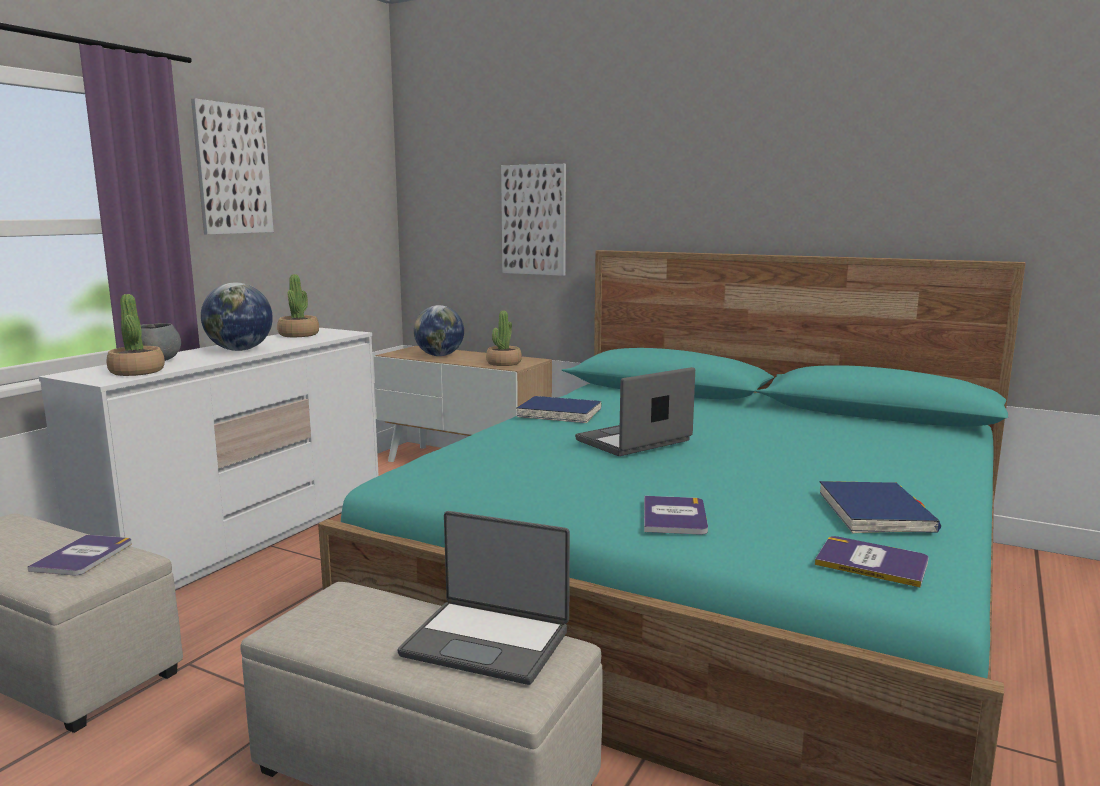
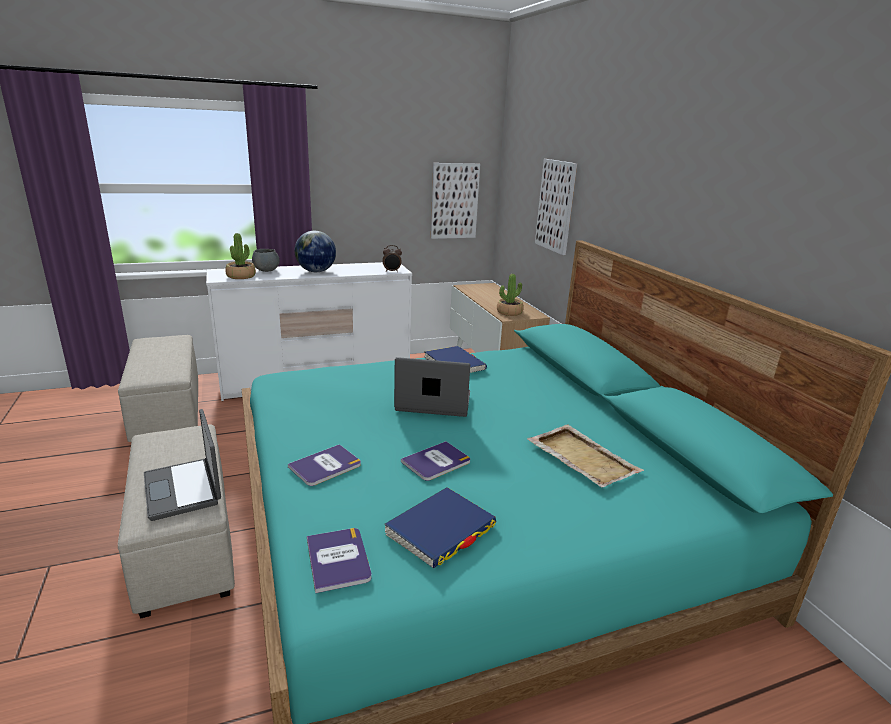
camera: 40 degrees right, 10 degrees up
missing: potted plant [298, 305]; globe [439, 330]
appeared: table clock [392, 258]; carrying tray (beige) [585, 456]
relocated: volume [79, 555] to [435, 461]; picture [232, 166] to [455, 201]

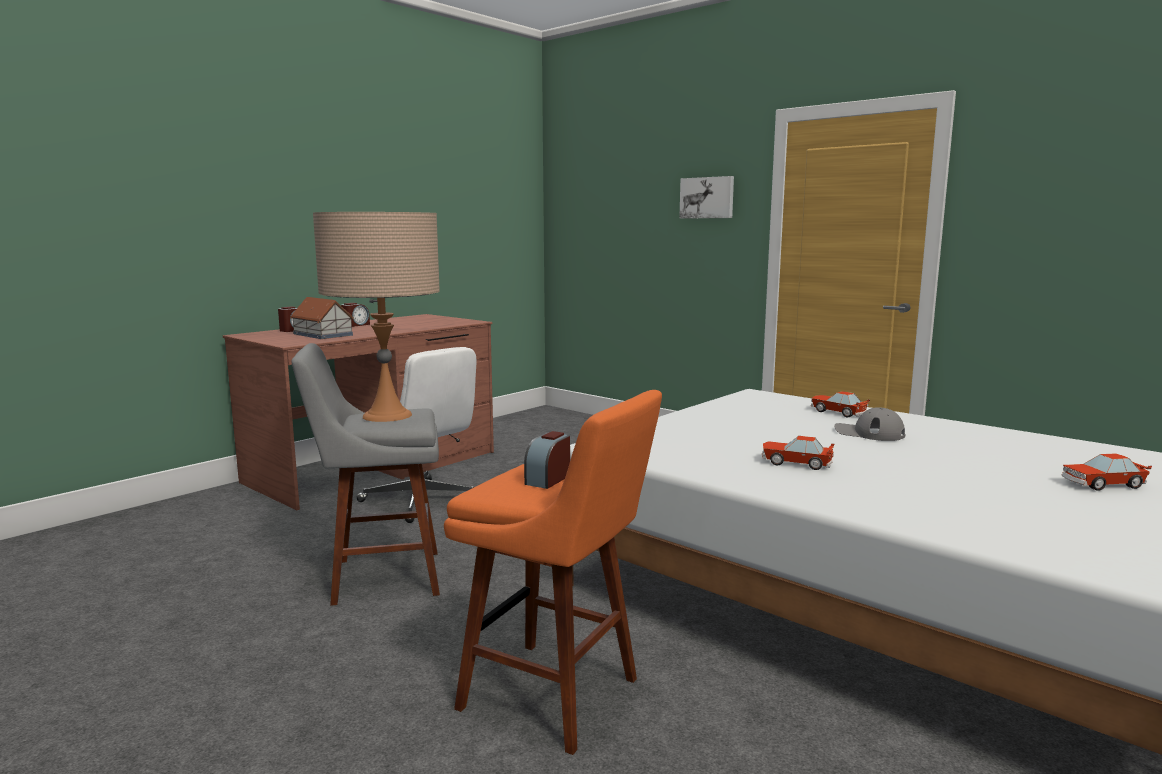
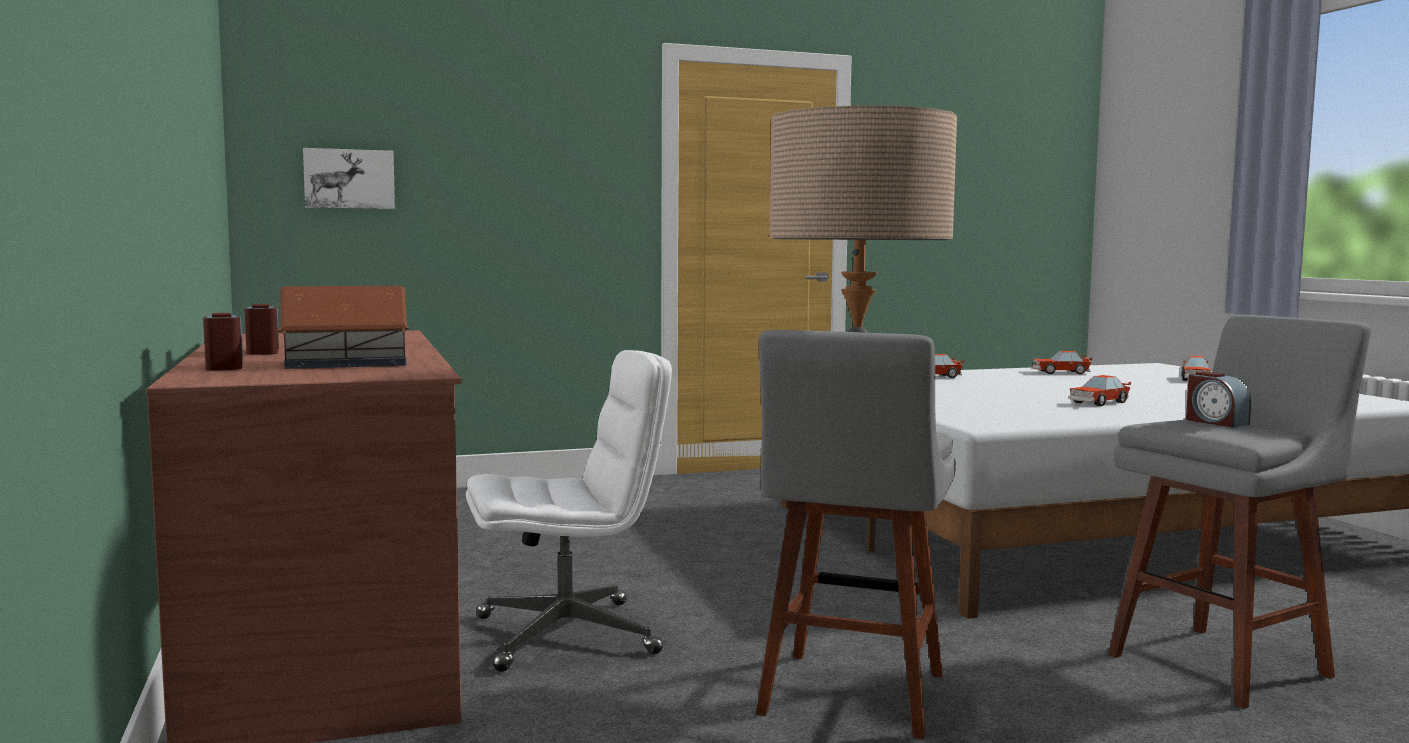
camera: 60 degrees left, 5 degrees down
missing: baseball cap (grey) [870, 424]
appeared: model car [1062, 362]
relocated: picture [706, 197] to [349, 178]
colour: sitting stool (orange-coloured) [553, 572] to sitting stool (grey) [1239, 512]

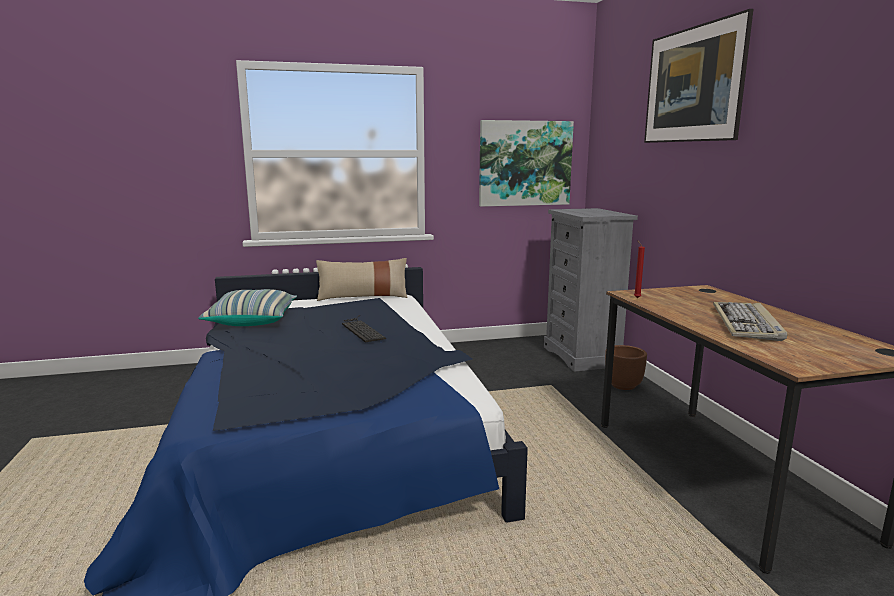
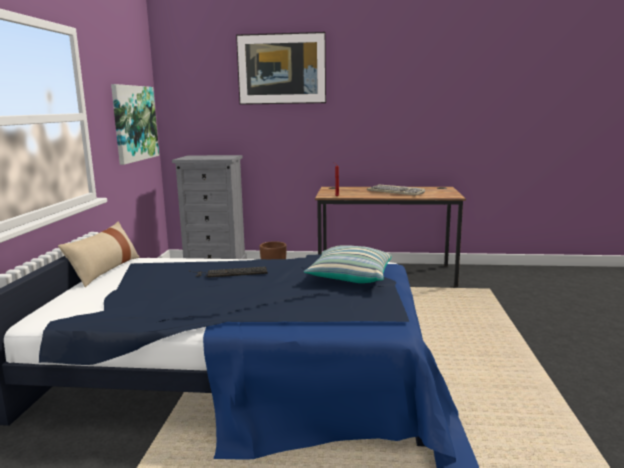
camera: 70 degrees left, 0 degrees up
relocated: pillow [247, 307] to [348, 264]

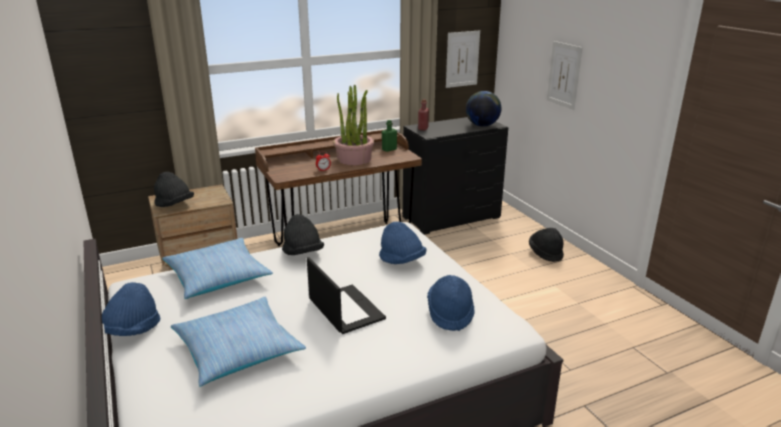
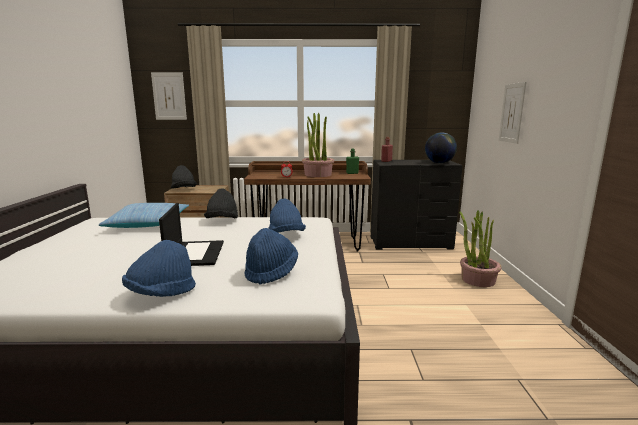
camera: 25 degrees right, 10 degrees down
missing: pillow [238, 342]
relocated: wearable hat (bluish) [131, 309] to [159, 268]; picture [463, 59] to [169, 96]
exchanged: wearable hat (blackish) [546, 245] to potted plant [480, 248]

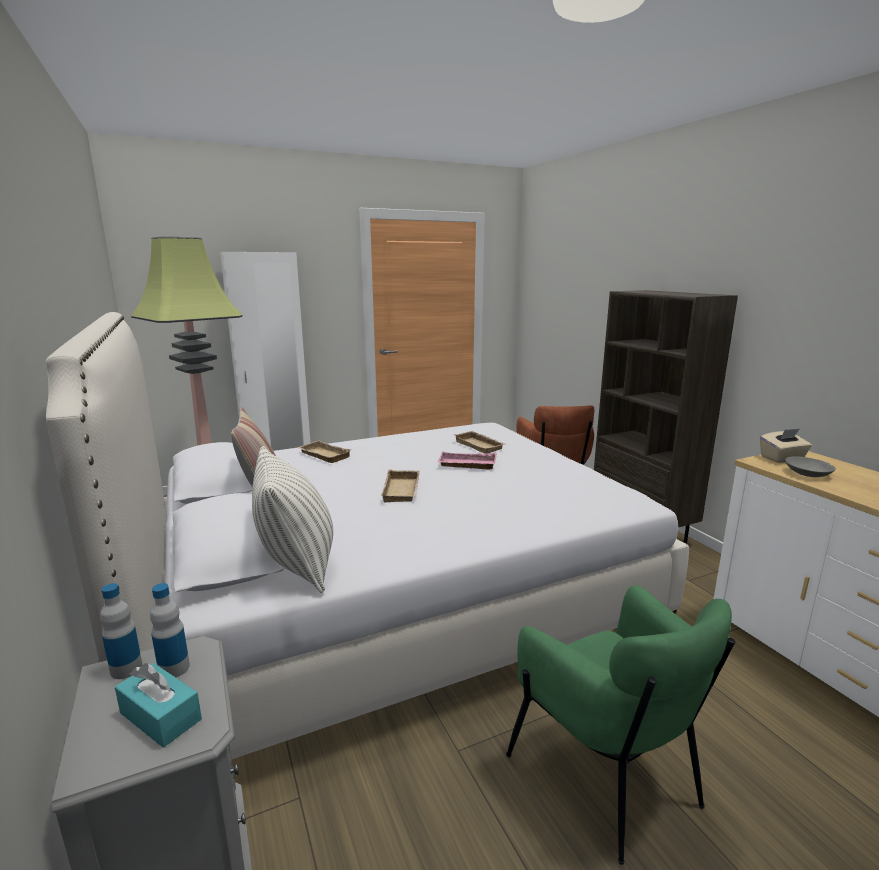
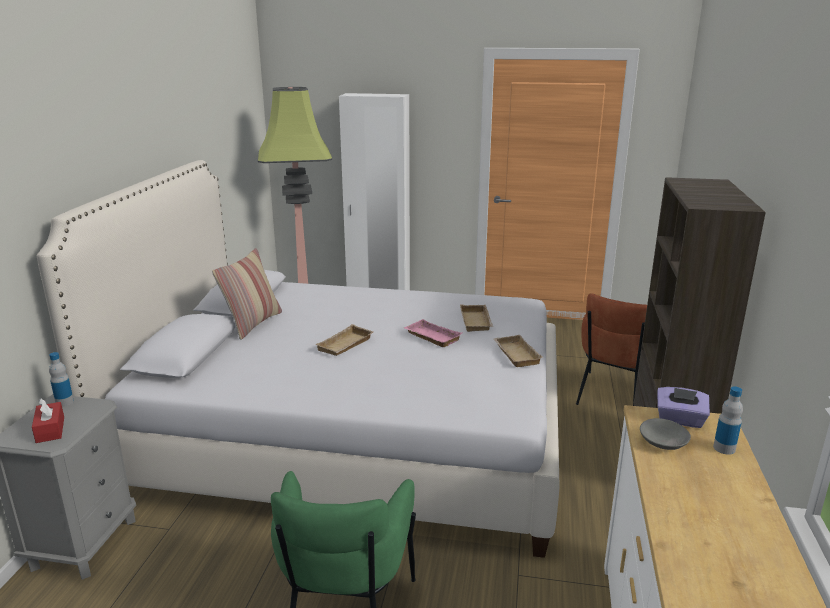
camera: 35 degrees right, 5 degrees up
missing: pillow [292, 519]
relocated: carrying tray (beige) [324, 451] to [518, 351]; beverage bottle [170, 630] to [728, 420]
colour: box of tissues (blue-green) [158, 705] to box of tissues (red-coloured) [48, 420]; box of tissues (beige) [786, 446] to box of tissues (purple-coloured) [683, 407]

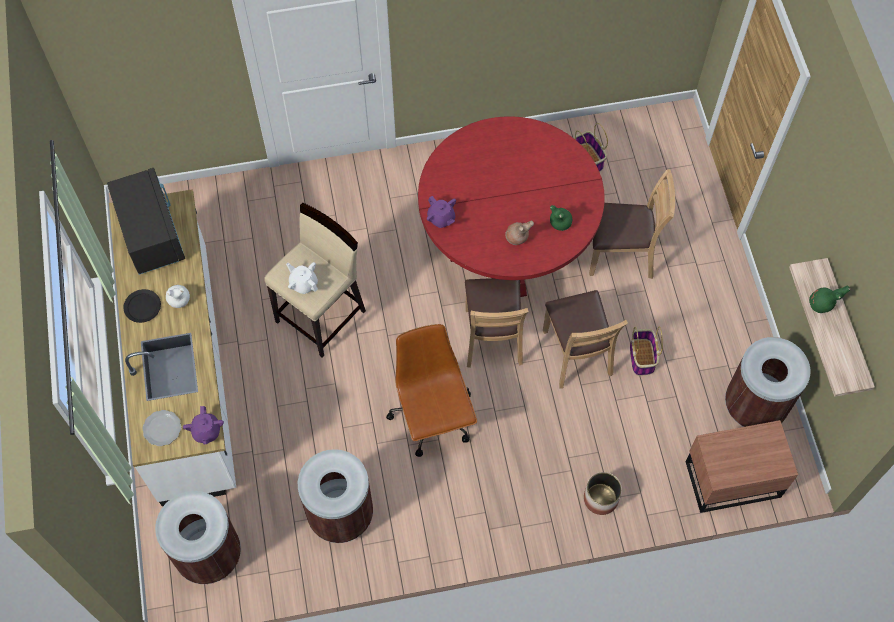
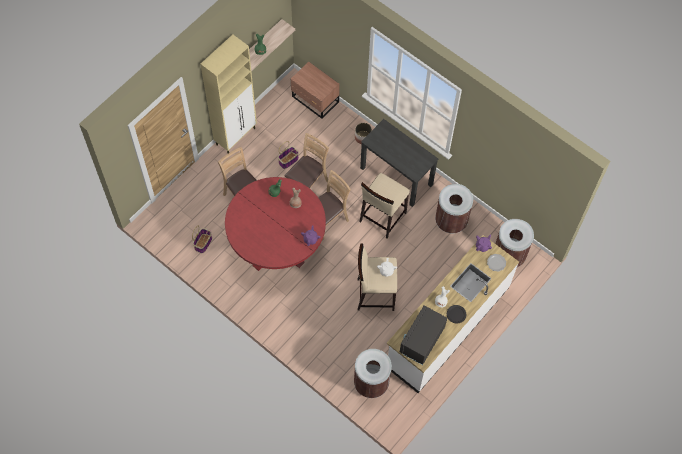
camera: 130 degrees left, 0 degrees up
appeared: cupboard (beige) [228, 94]; desk unit (blackish) [399, 163]
relocated: trash can (brown-coloured) [767, 382] to [373, 373]
exchanged: desk chair (brown-coloured) [431, 390] to sitting stool (beige) [385, 206]

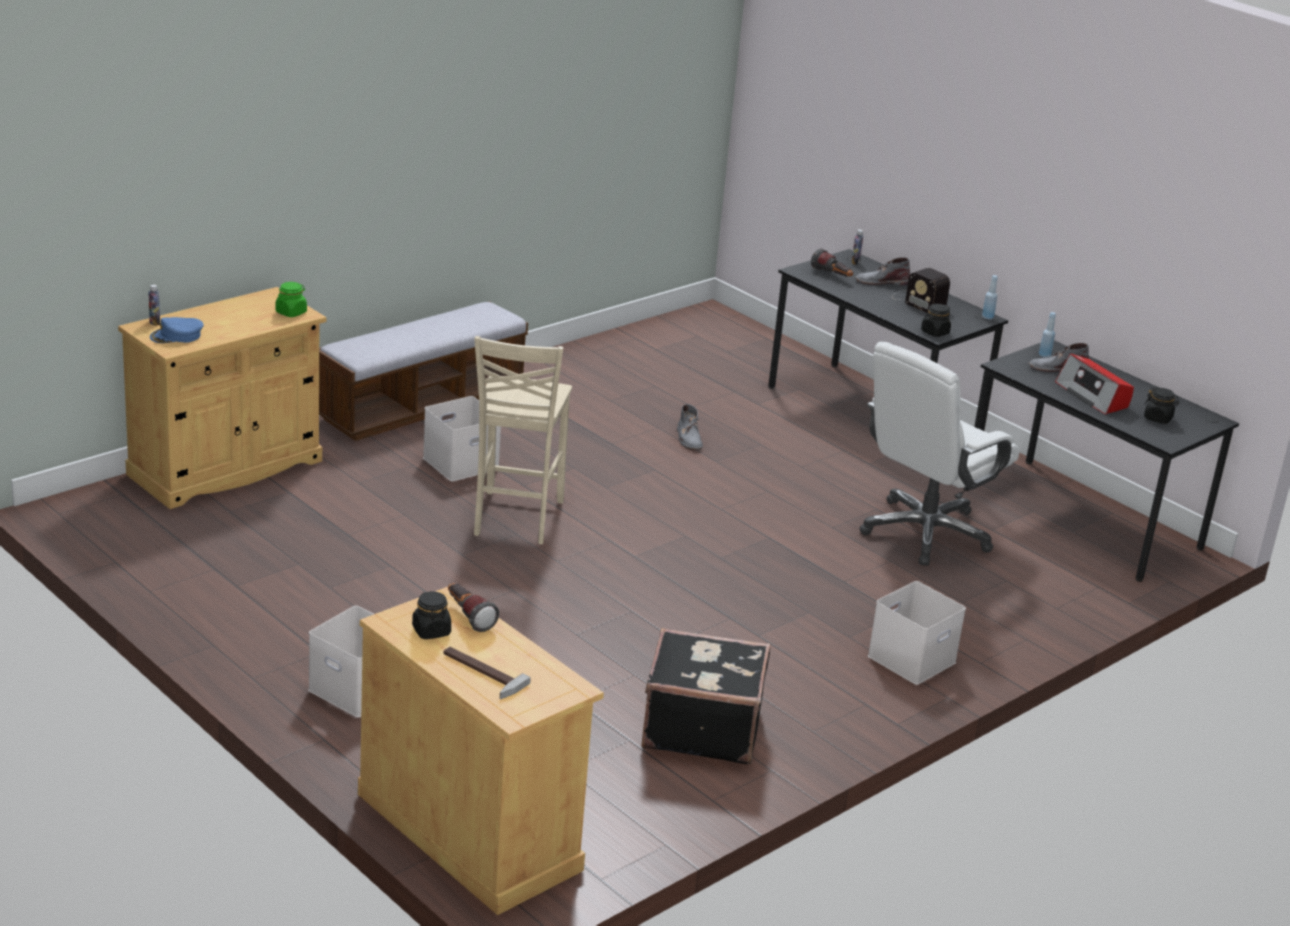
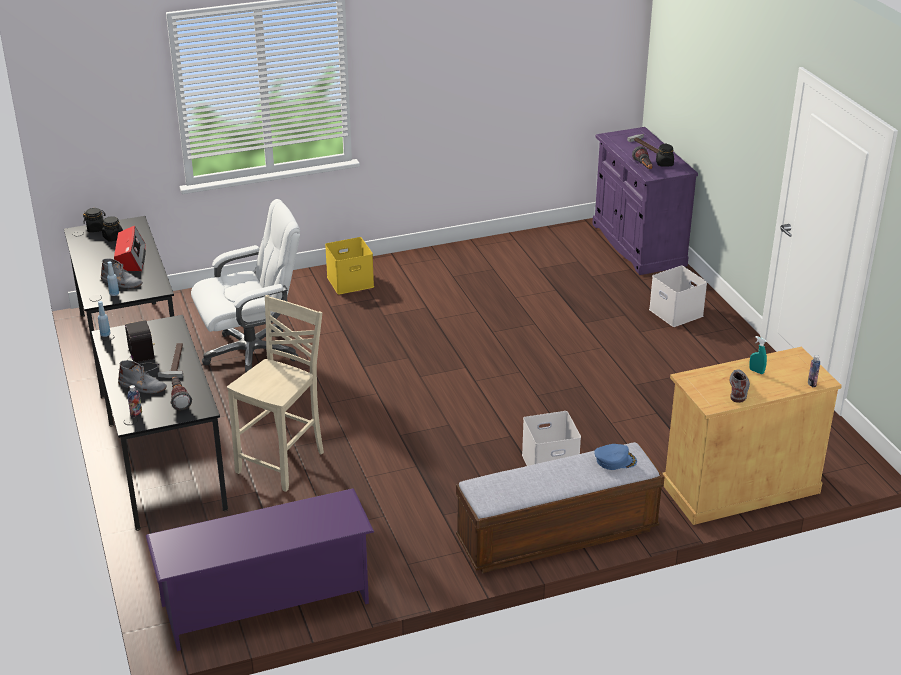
camera: 155 degrees left, 5 degrees up
missing: preserve jar (greenish) [291, 299]; piece of luggage (blackish) [705, 696]
appeared: shoe shelf (purple-coloured) [260, 569]; hammer [170, 360]; spray bottle (blue-green) [758, 355]
relocated: preserve jar (blackish) [936, 320] to [94, 220]; chair (beige) [523, 440] to [275, 393]; baseball cap (bluish) [177, 330] to [615, 457]; tall boot (grey) [690, 427] to [740, 386]
colour: storage container (whitish) [917, 633] to storage container (yellow-coloured) [349, 266]; cupboard (beige) [481, 751] to cupboard (purple-coloured) [645, 201]

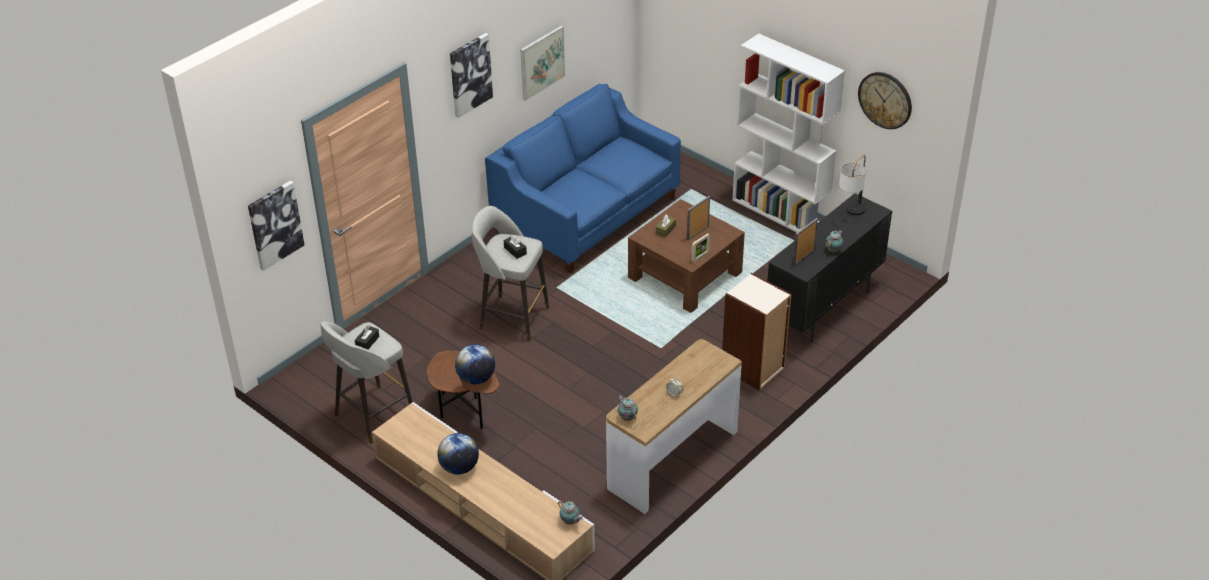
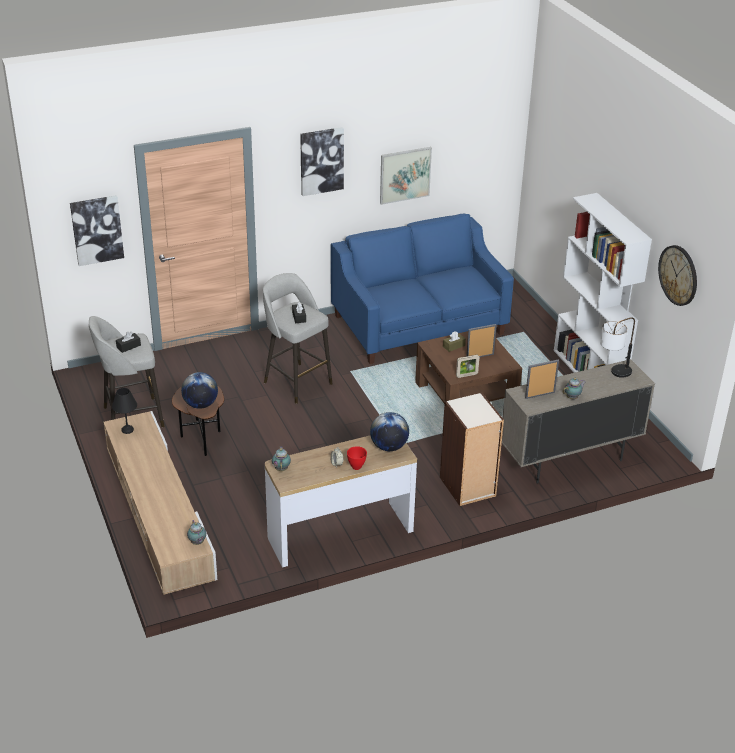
camera: 25 degrees right, 5 degrees down
appeared: lamp for a table (blackish) [124, 411]; deep dish (red-coloured) [357, 458]
relocated: globe [458, 454] to [389, 431]
colour: cupboard (blackish) [829, 268] to cupboard (beige) [578, 421]

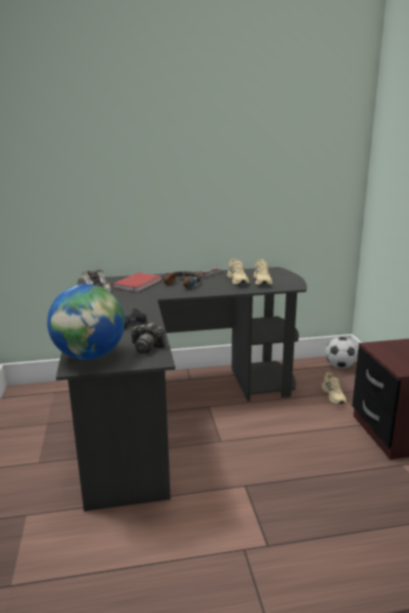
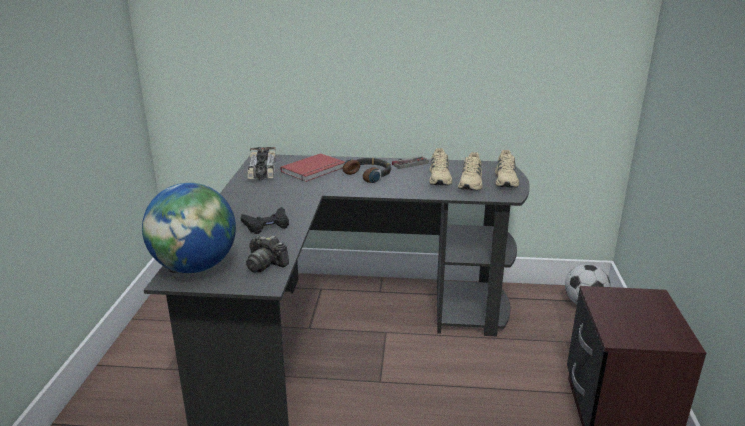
camera: 15 degrees right, 5 degrees up
relocated: item of footwear (beige) [334, 388] to [507, 169]

